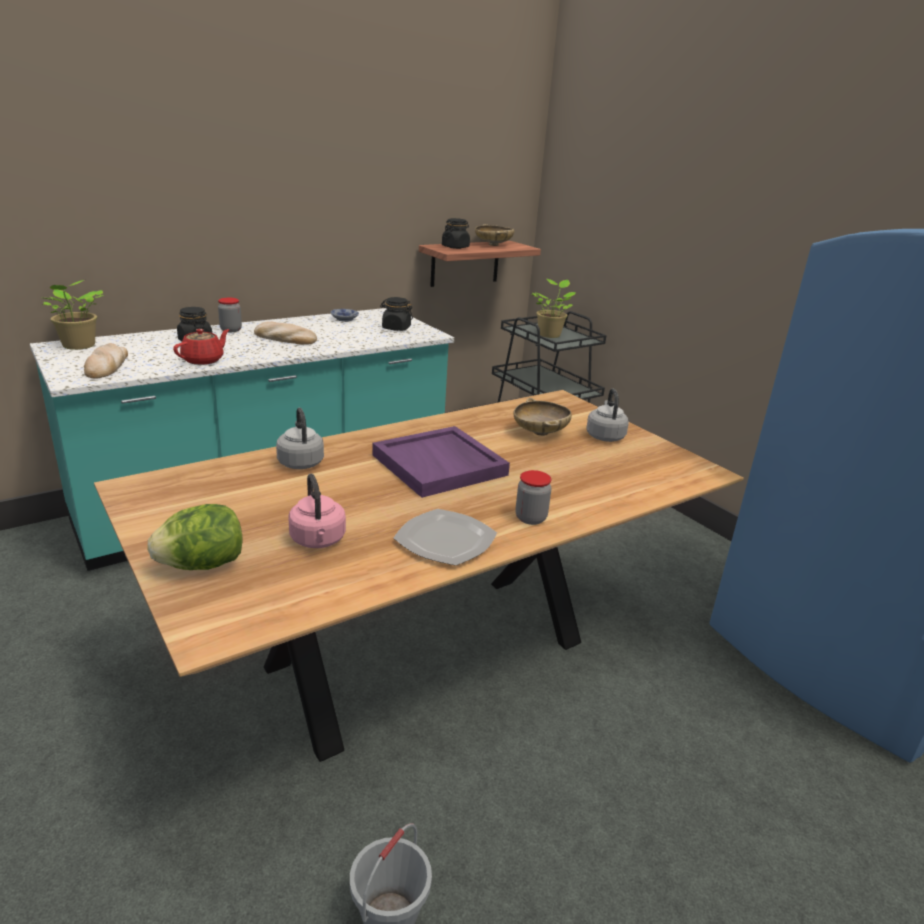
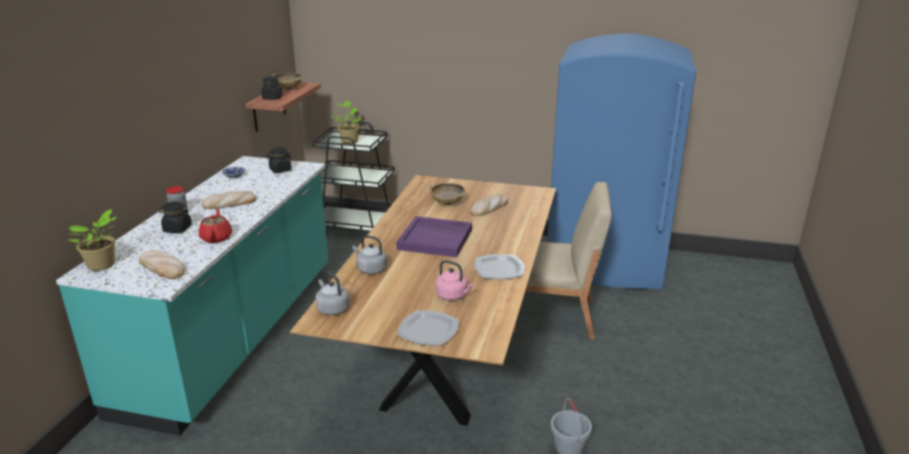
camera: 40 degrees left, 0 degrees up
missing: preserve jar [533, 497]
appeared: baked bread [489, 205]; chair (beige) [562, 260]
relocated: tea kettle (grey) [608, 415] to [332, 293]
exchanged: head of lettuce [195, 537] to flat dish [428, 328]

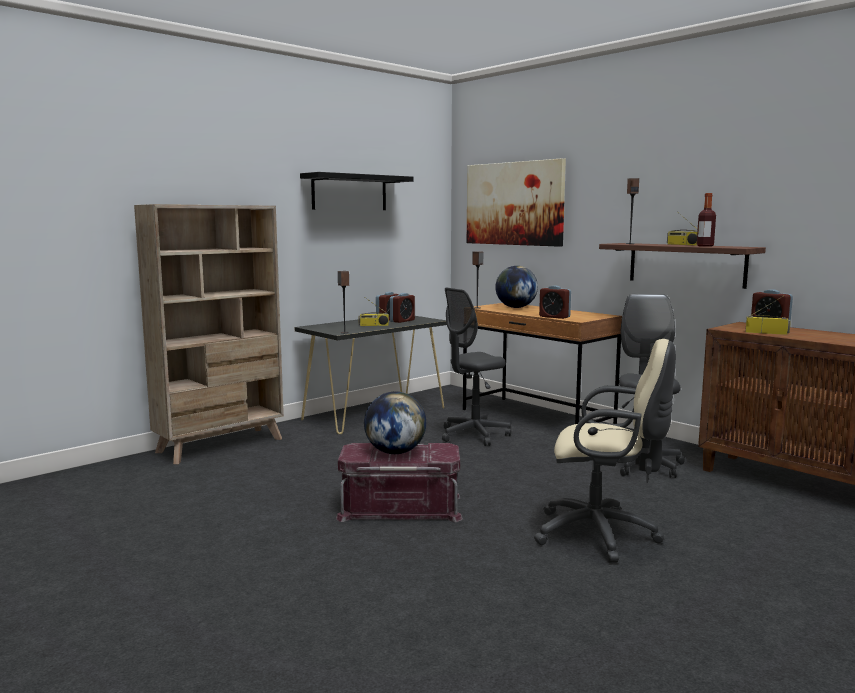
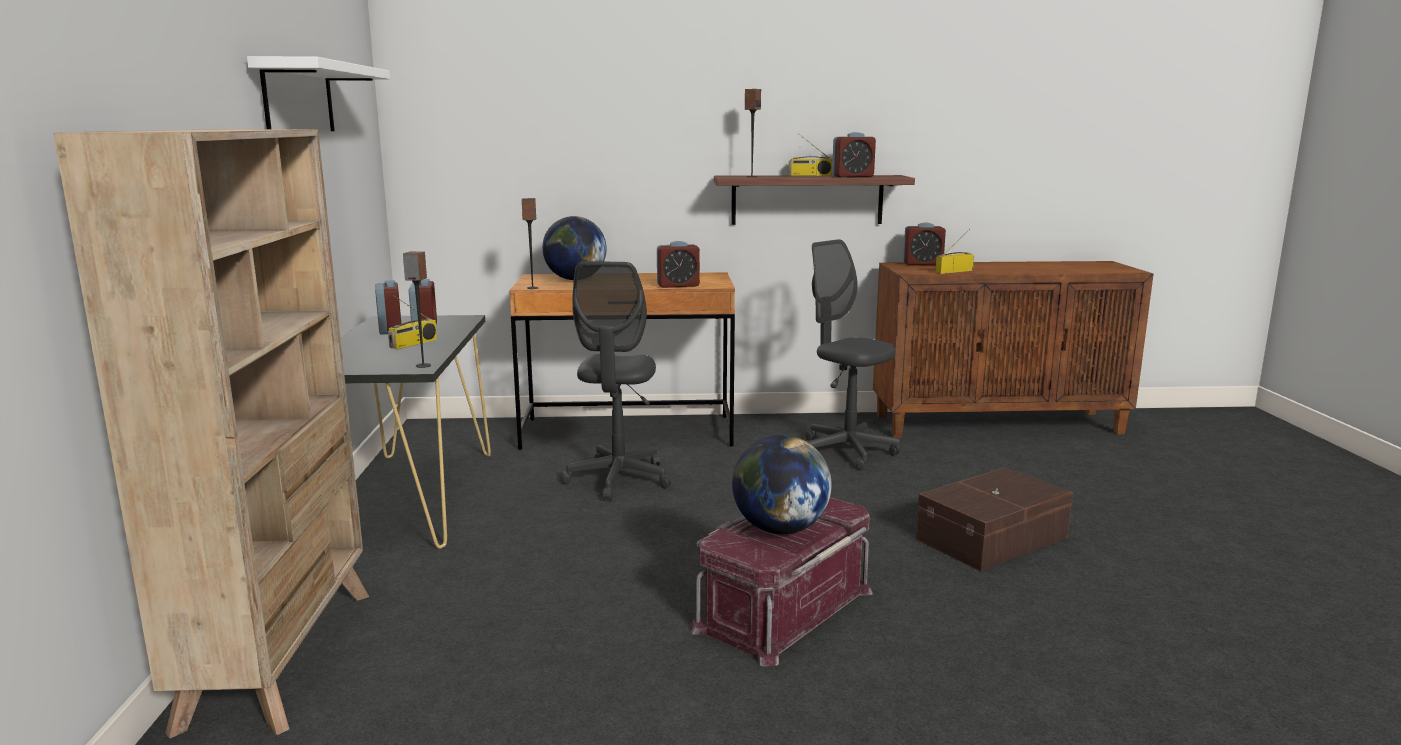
camera: 50 degrees left, 5 degrees up
missing: picture [516, 202]
exchanged: beverage bottle [706, 220] to table clock [854, 154]; desk chair (beige) [605, 451] to storage container (brown-coloured) [994, 519]
colour: bracket shelf (blackish) [357, 191] to bracket shelf (whitish) [318, 93]

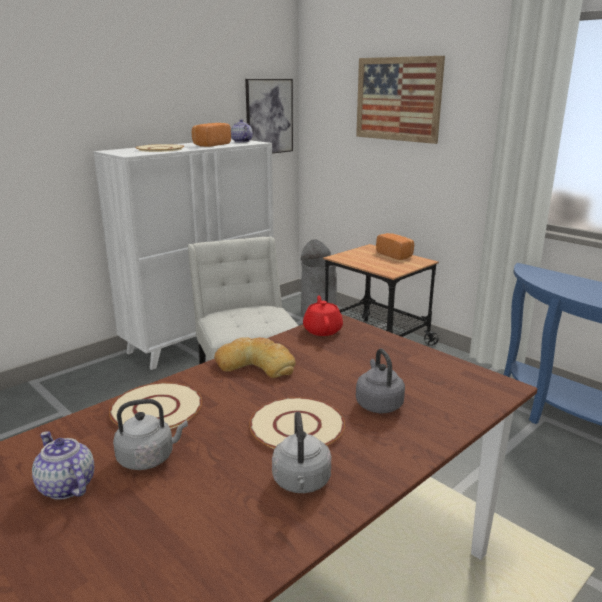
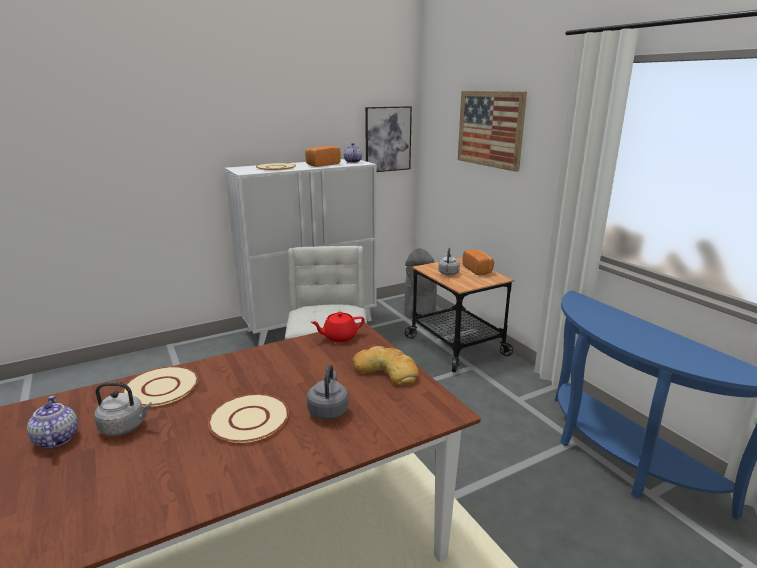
camera: 15 degrees right, 0 degrees up
relocated: baked bread [255, 357] to [385, 366]; tea kettle (grey) [301, 452] to [449, 261]
spun: tea pot (red-coloured) [323, 315] = [338, 327] 120 degrees counterclockwise

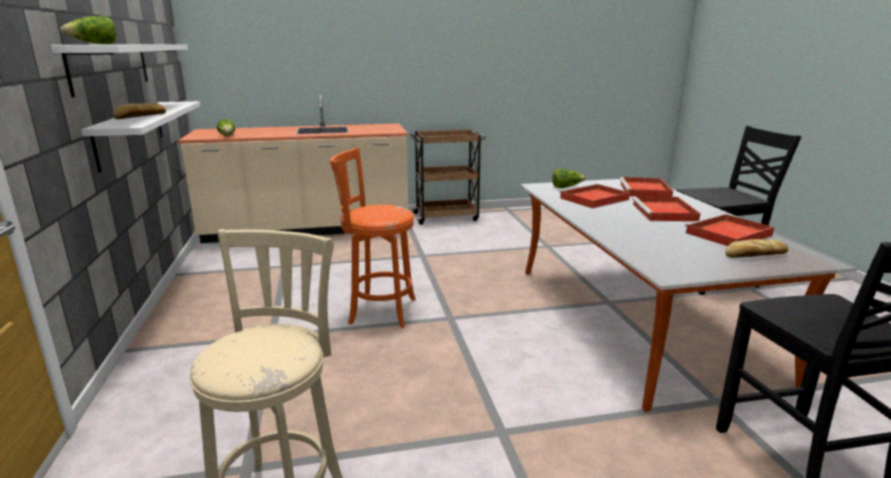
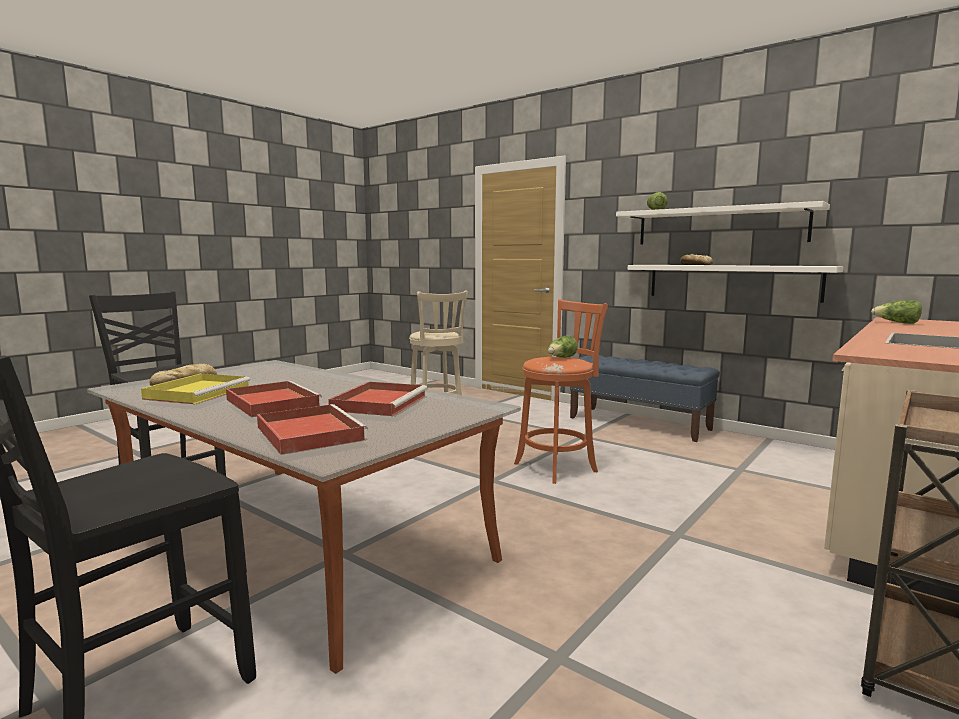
camera: 140 degrees right, 10 degrees down
appeared: indoor bench (bluish) [645, 398]
relocated: head of lettuce [569, 178] to [563, 347]
colour: carrying tray (red-coloured) [729, 230] to carrying tray (yellow-coloured) [195, 388]

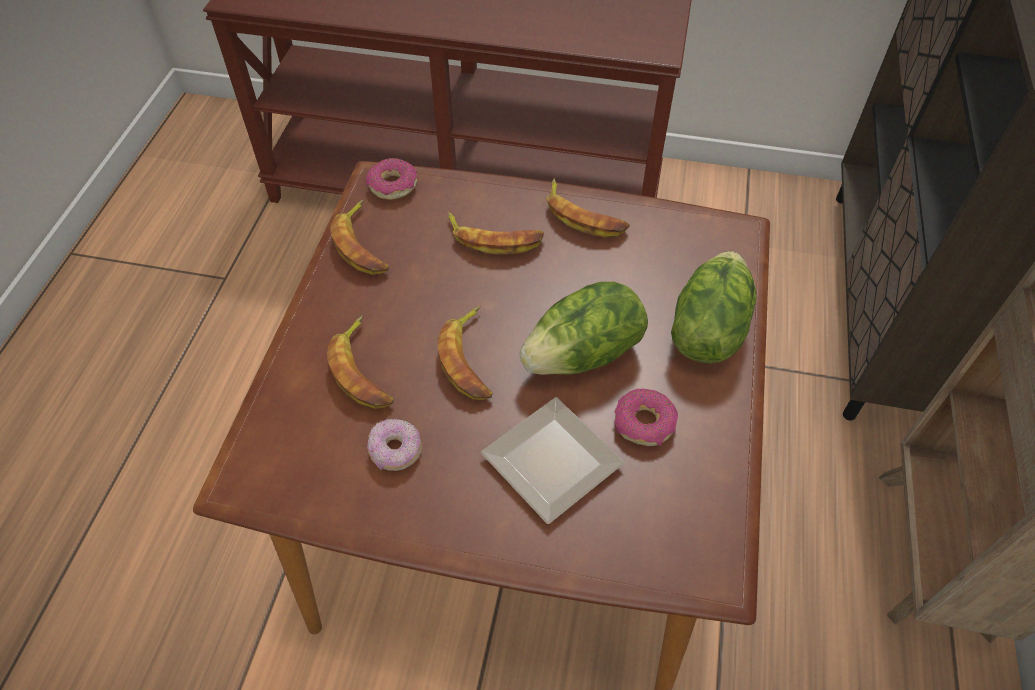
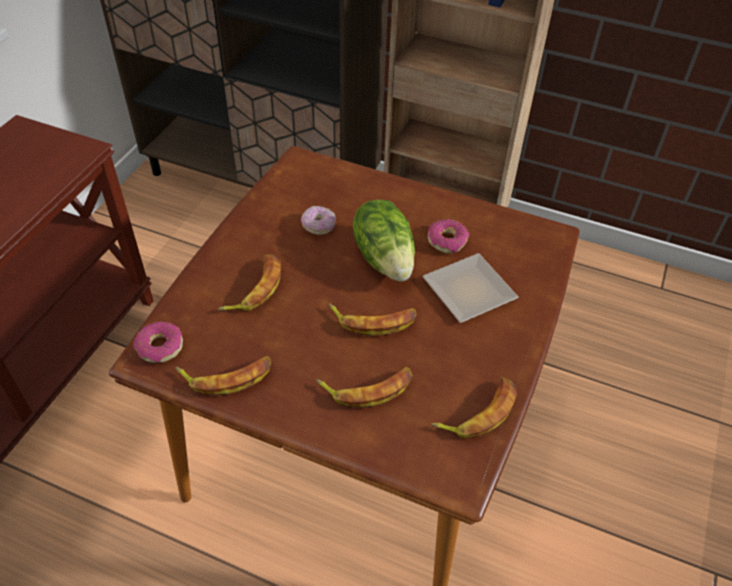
camera: 80 degrees left, 5 degrees down
missing: head of lettuce [714, 307]
relocated: ring doughnut [394, 445] to [318, 220]; whole banana [588, 207] to [474, 407]

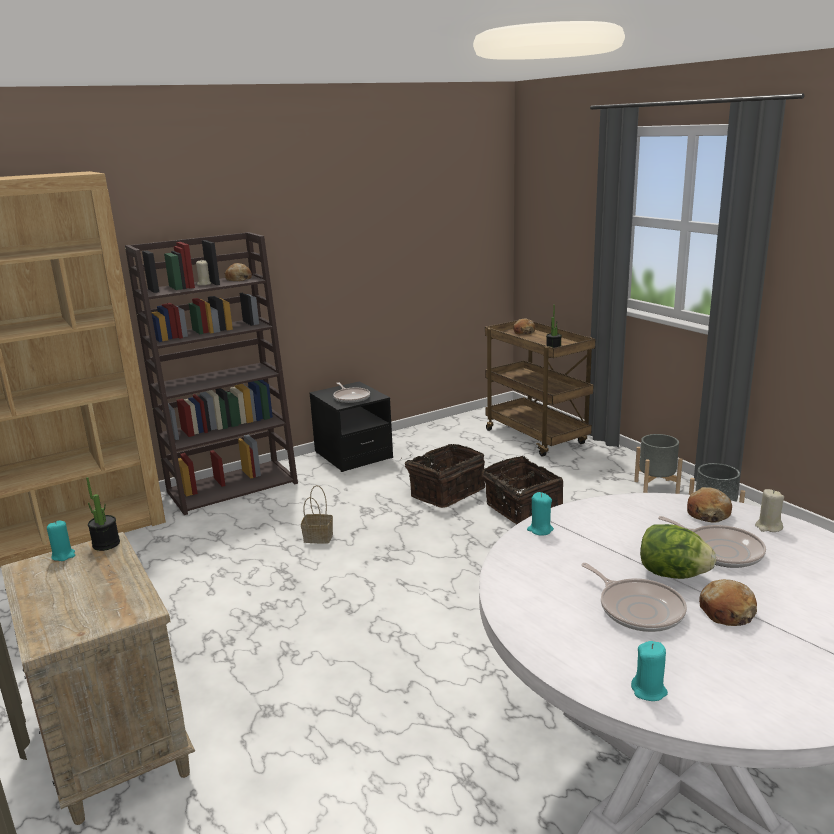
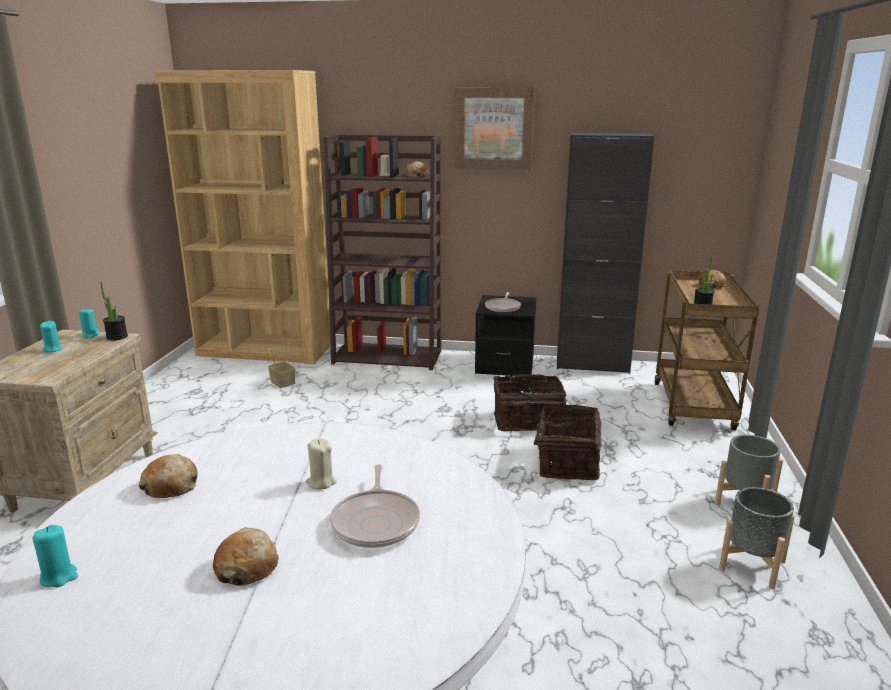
camera: 40 degrees right, 0 degrees up
missing: frying pan [634, 597]; head of lettuce [678, 551]
appeared: picture [495, 128]; cupboard (blackish) [605, 253]
relocated: wax light (blue-green) [540, 514] to [51, 337]; baked bread [709, 505] to [168, 476]; basket [317, 514] to [281, 364]; wax light (beige) [769, 510] to [321, 464]

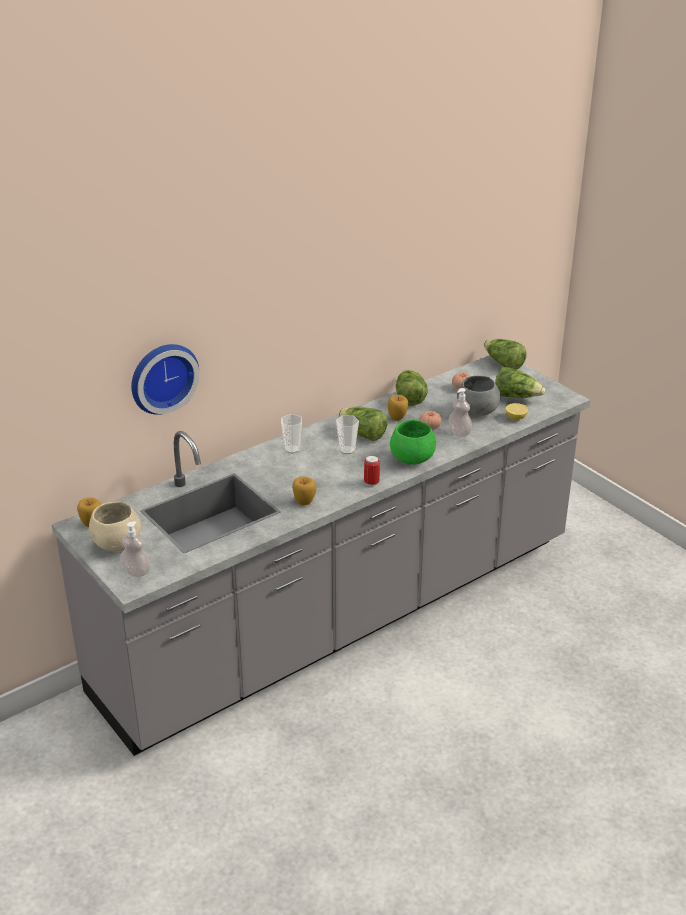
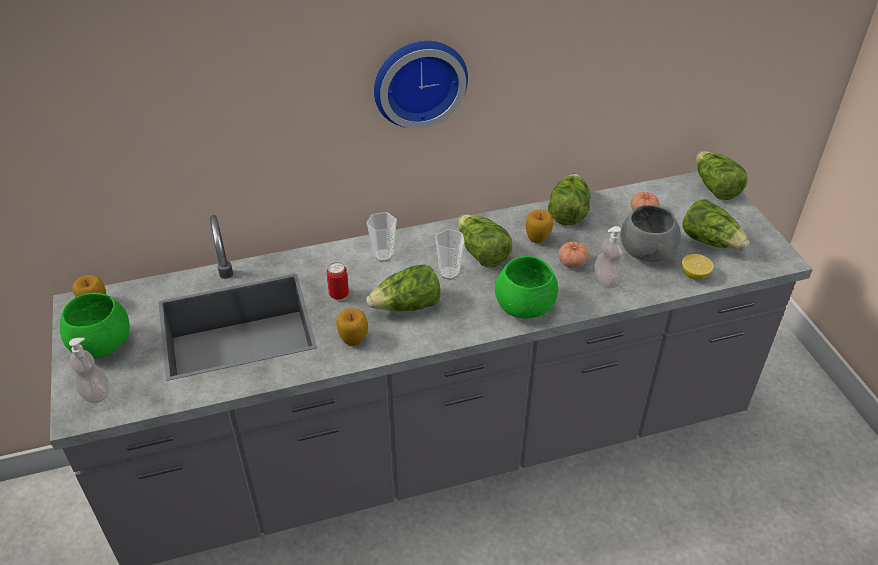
camera: 20 degrees right, 10 degrees up
appeared: head of lettuce [404, 288]
relocated: metal can [372, 470] to [338, 281]; clock on the wall [165, 379] to [421, 85]
colour: deep dish (beige) [115, 527] to deep dish (greenish) [95, 326]

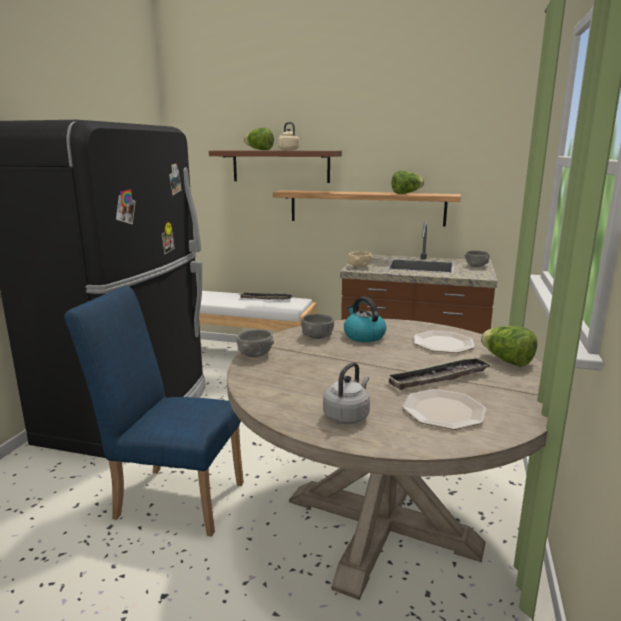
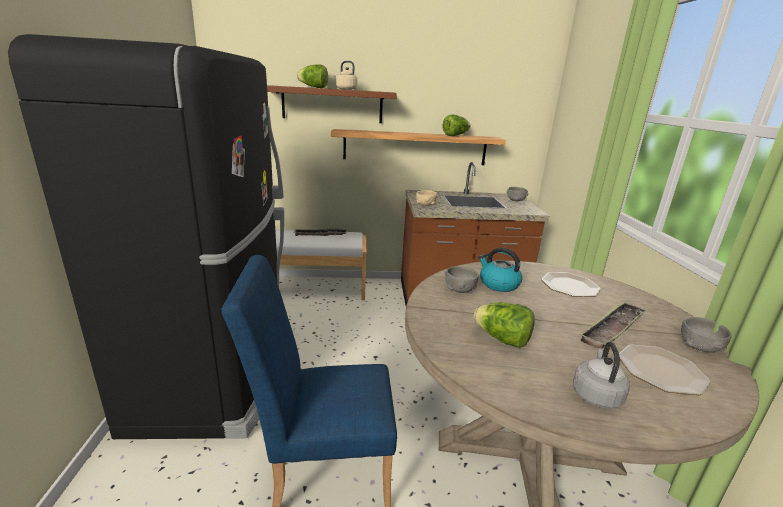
camera: 20 degrees left, 5 degrees up
relocated: head of lettuce [509, 346] to [504, 325]; deep dish (grey) [255, 343] to [706, 334]

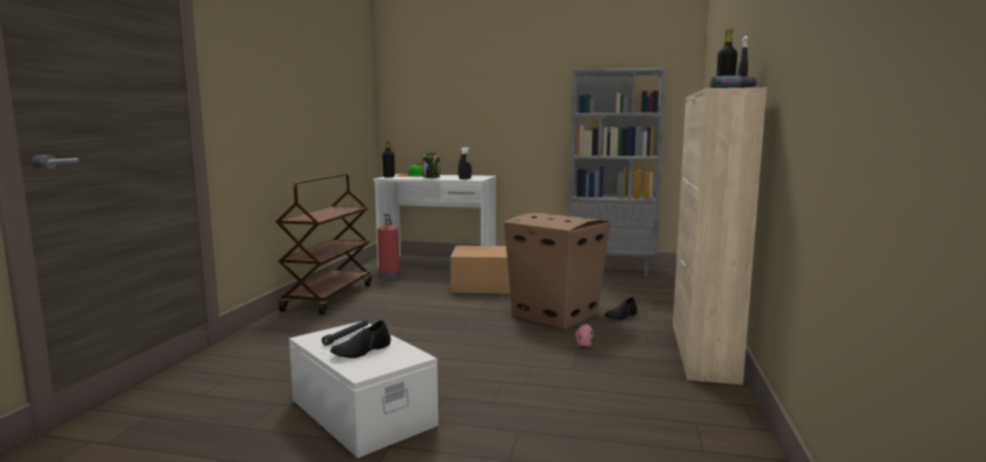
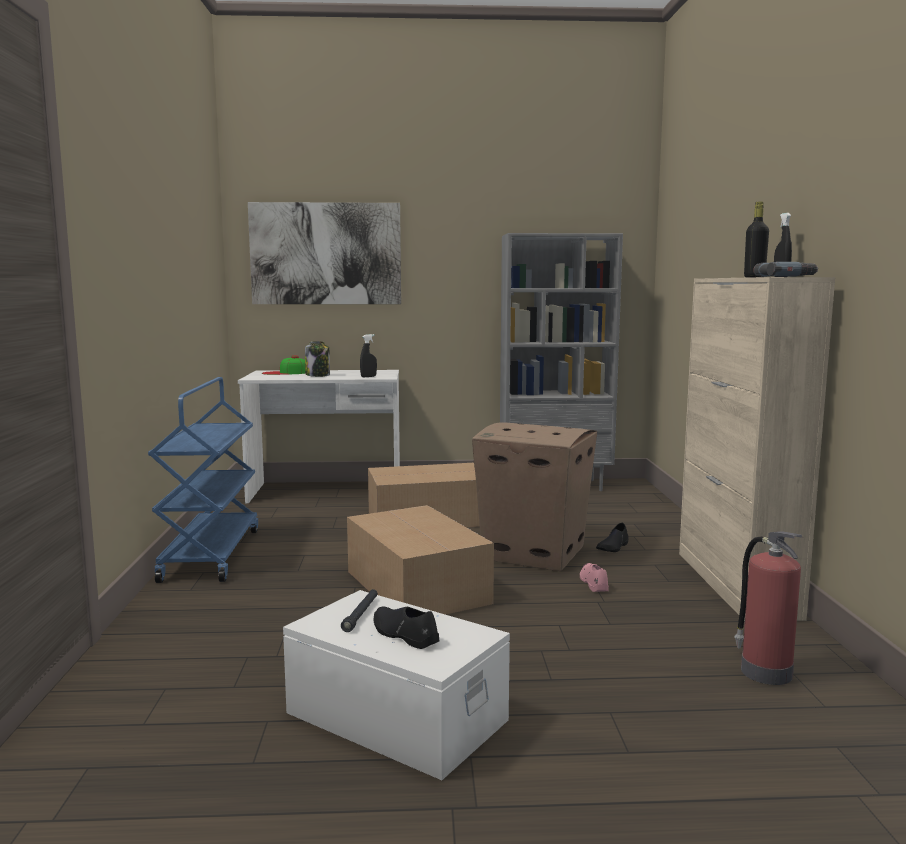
camera: 15 degrees left, 0 degrees up
missing: beverage bottle (blackish) [388, 159]
appeared: picture [324, 253]; carton [420, 560]
relocated: fire extinguisher [388, 247] to [768, 608]
colour: wheeled cart (brown-coloured) [323, 244] to wheeled cart (bluish) [203, 480]
spun: item of footwear (blackish) [360, 339] = [406, 628] 105 degrees clockwise

